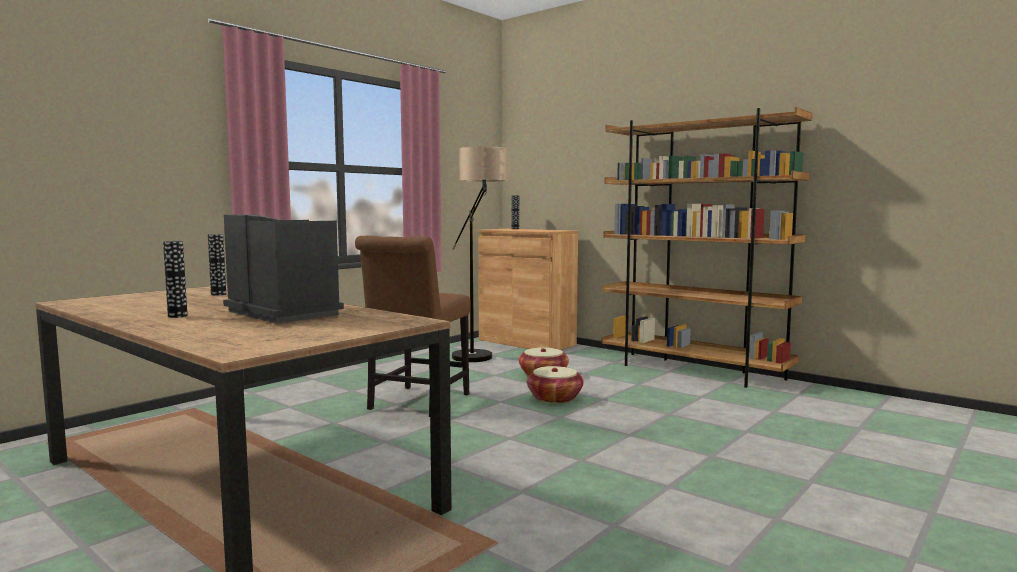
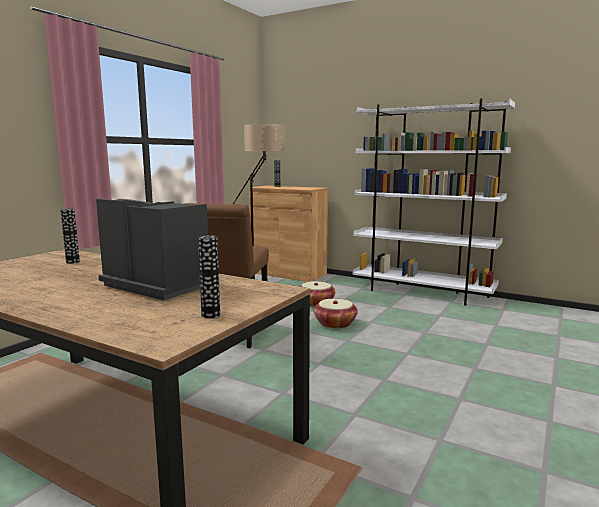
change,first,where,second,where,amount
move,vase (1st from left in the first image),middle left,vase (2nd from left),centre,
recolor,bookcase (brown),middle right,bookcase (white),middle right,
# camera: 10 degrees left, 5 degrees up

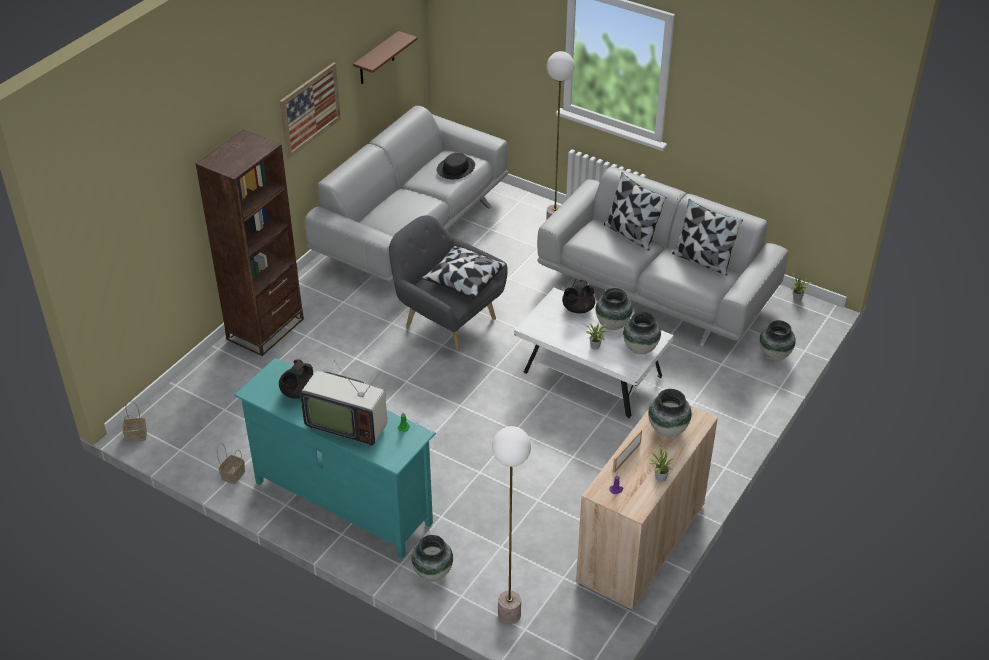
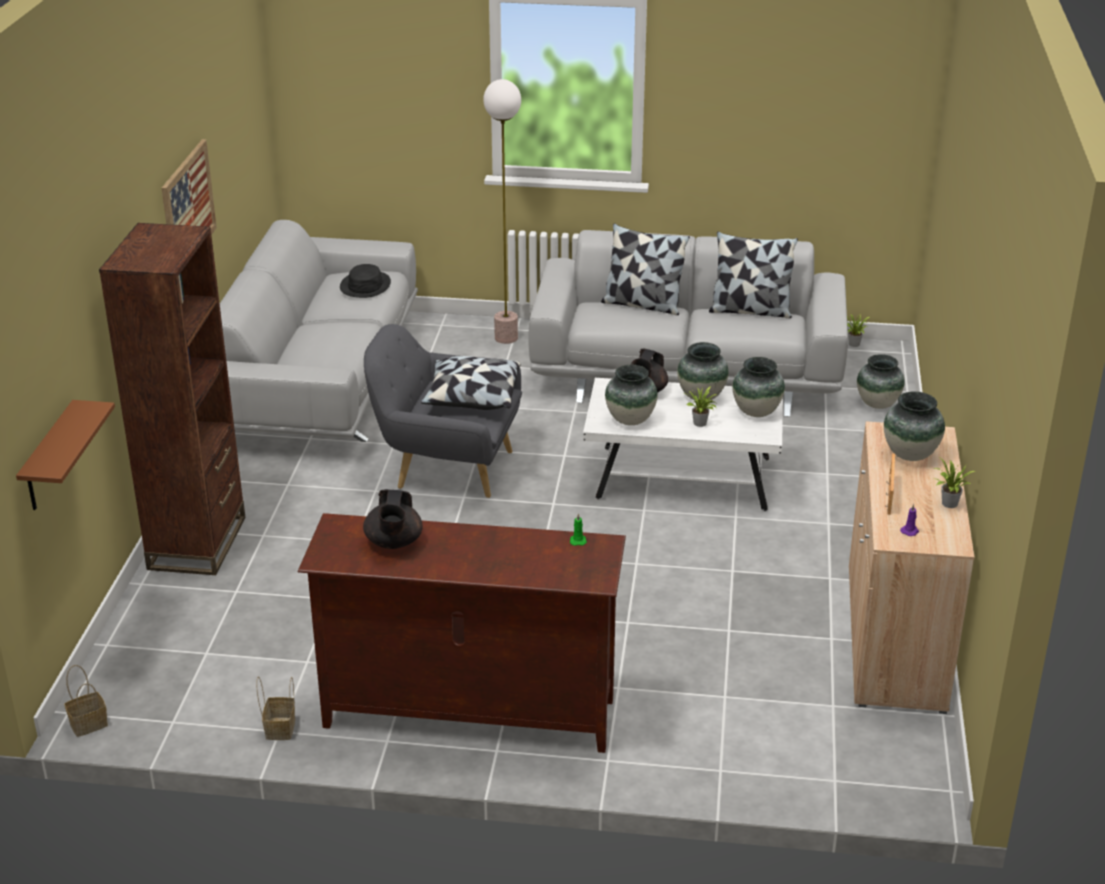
change,first,where,second,where,amount
delete,television,centre,,,
delete,floor lamp (1st from left),bottom centre,,,
move,shelf (brown),top centre,,middle left,
move,vase (1st from left),bottom centre,,centre,
recolor,tv stand (turquoise),bottom centre,tv stand (brown),bottom centre,
# camera: 25 degrees left, 10 degrees down

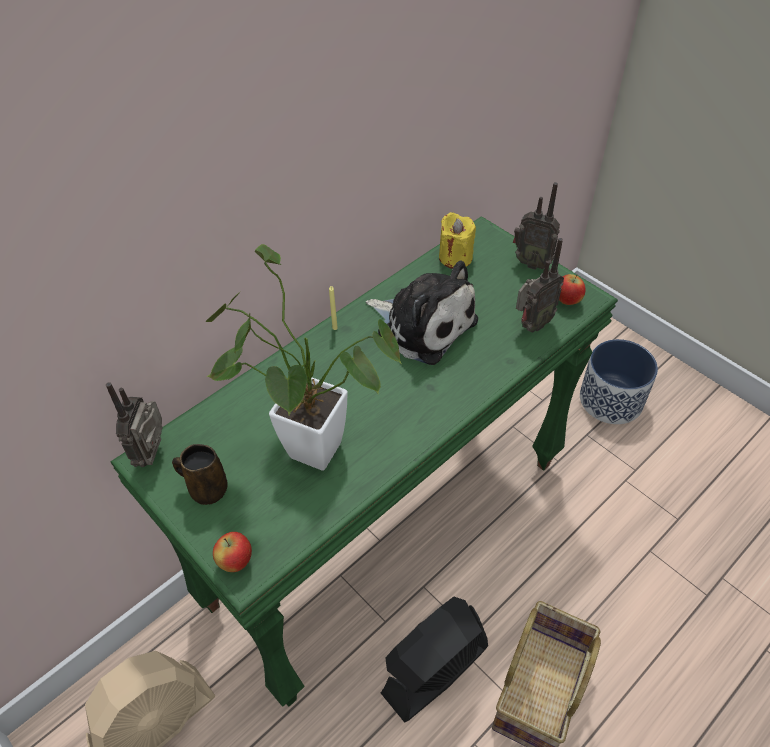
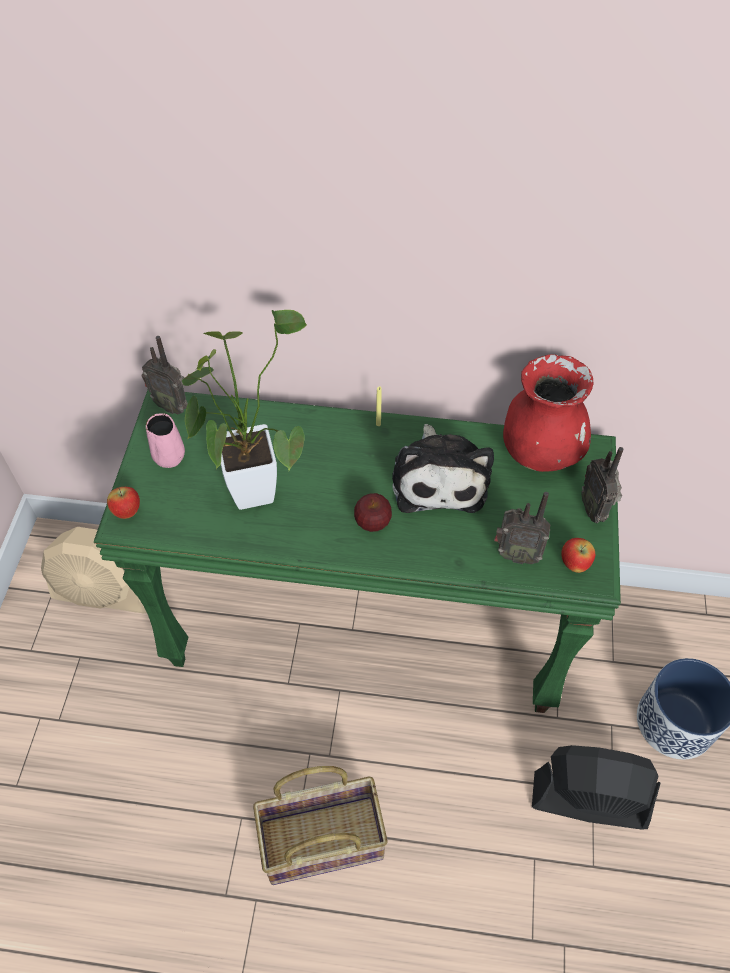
change,first,where,second,where,amount
insert,,,apple (2nd from left),centre,
move,fan (black),bottom centre,,bottom right,
replace,candle (yellow) (2nd from left),top centre,vase (red),middle right,
recolor,mug (brown),middle left,mug (pink),middle left,
rotate,radio (1st from left),middle left,,middle left,120 degrees counterclockwise
# camera: 50 degrees right, 5 degrees up

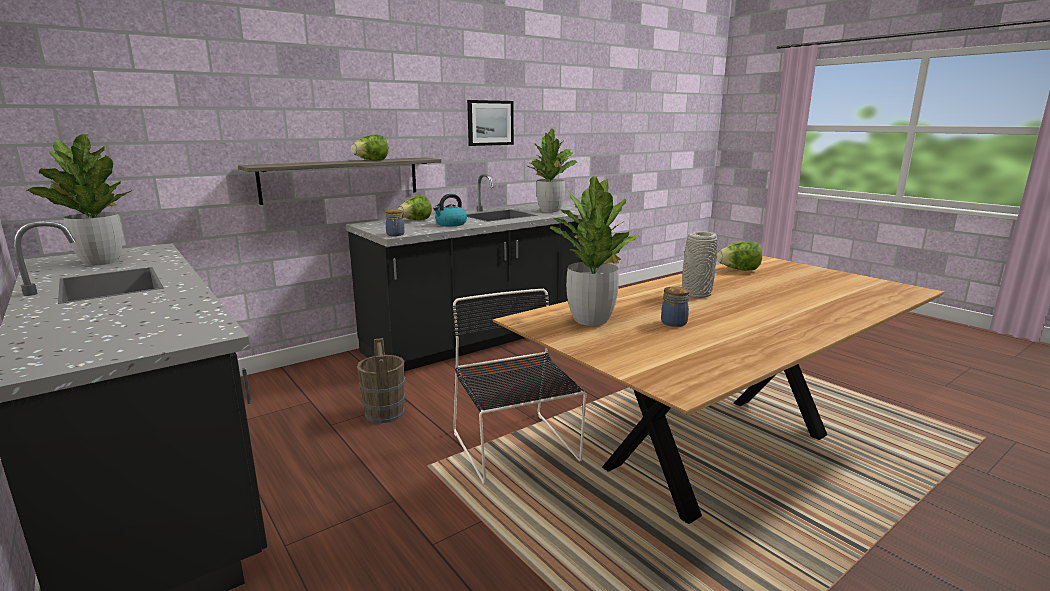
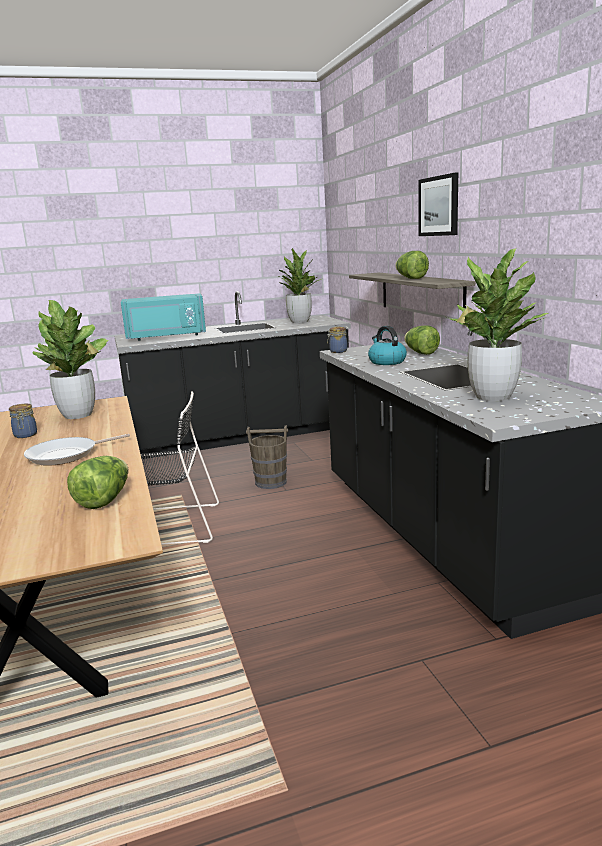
change,first,where,second,where,amount
insert,,,microwave (turquoise),middle left,
move,picture,top centre,,top right,
replace,vase (grey),middle right,frying pan,middle left,
# camera: 110 degrees right, 0 degrees up

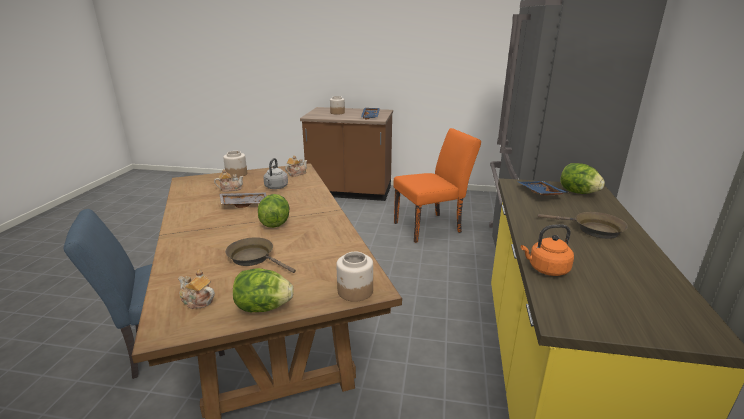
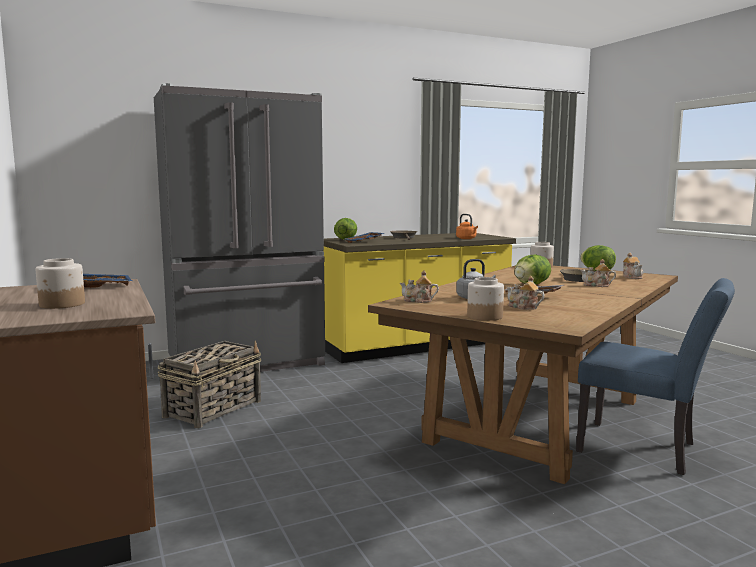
change,first,where,second,where,amount
insert,,,teapot (3rd from left),middle right,
replace,chair (orange),centre,basket,bottom left,
# camera: 125 degrees left, 15 degrees down

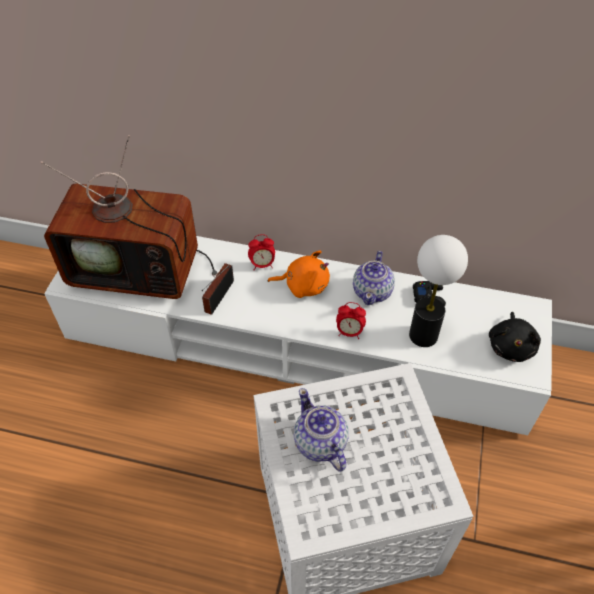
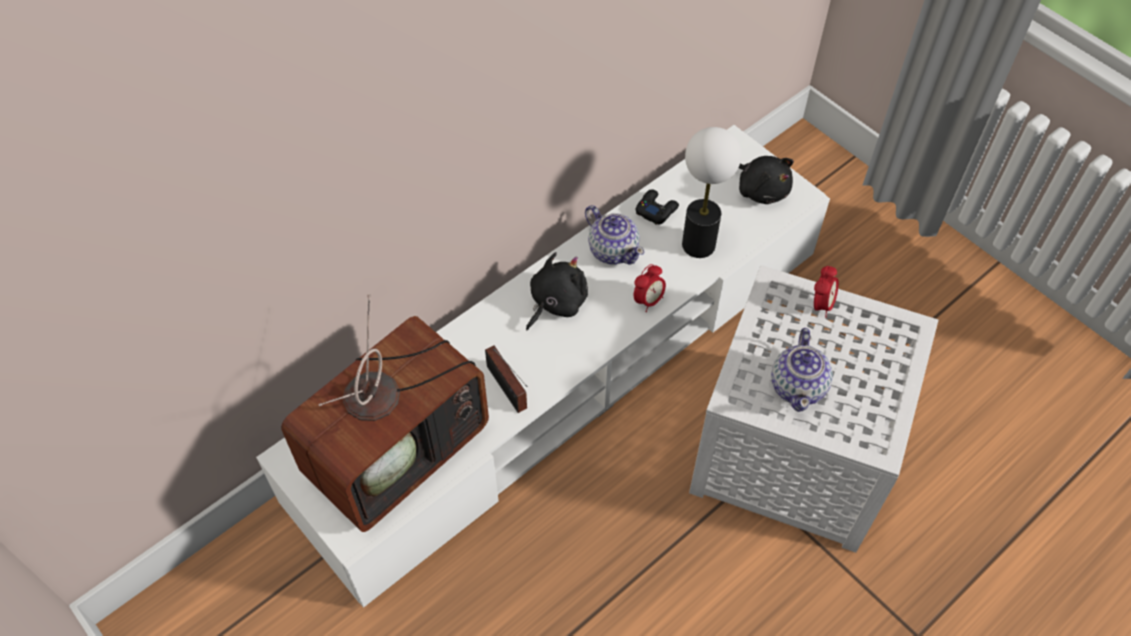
change,first,where,second,where,amount
move,alarm clock (1st from left in the first image),centre,alarm clock (2nd from left),middle right,
recolor,plush toy (orange),centre,plush toy (black) (1st from left),centre,
rotate,teapot (1st from left in the first image),bottom centre,teapot (2nd from left),middle right,90 degrees counterclockwise
# camera: 55 degrees left, 5 degrees up

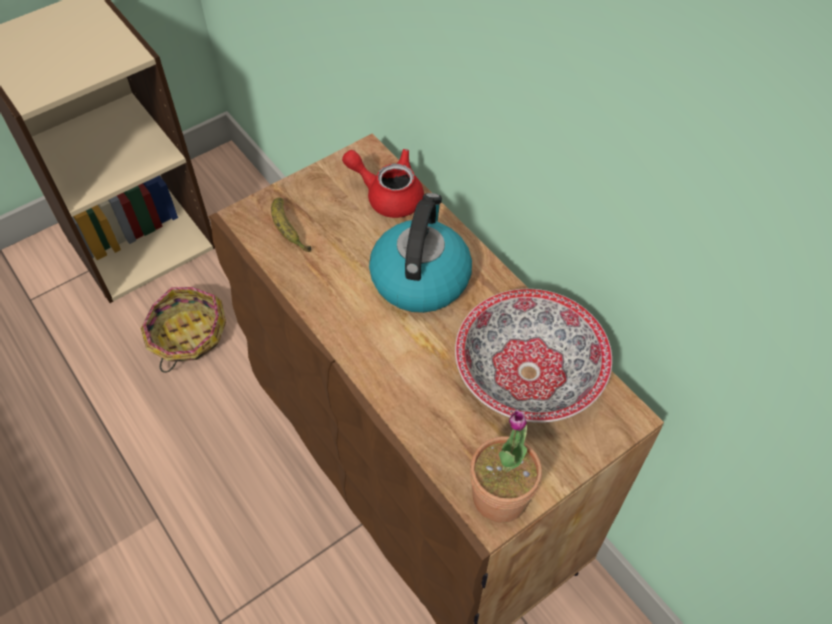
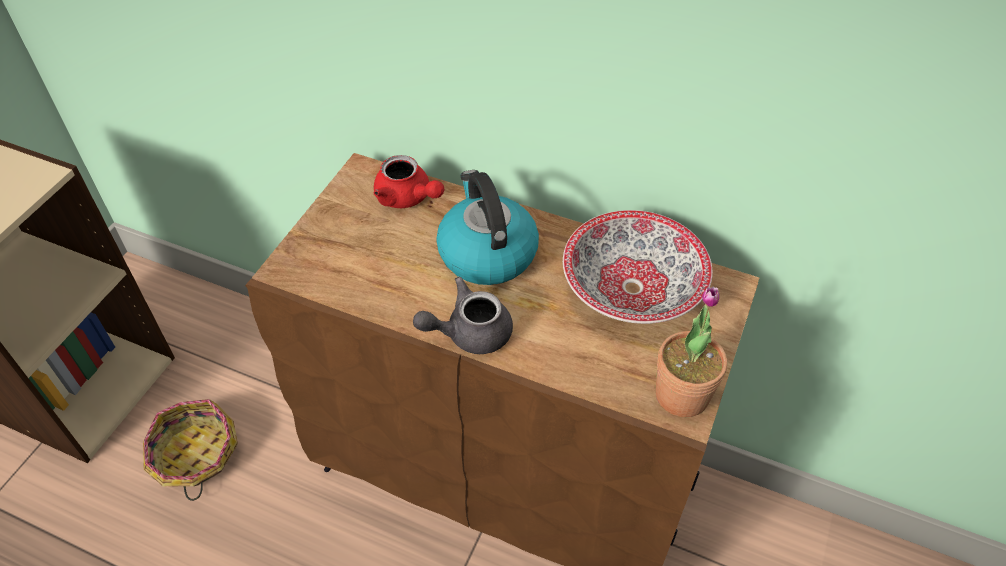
change,first,where,second,where,amount
delete,banana,centre,,,
insert,,,teapot (grey),centre,
rotate,teapot (red),top centre,,top centre,135 degrees counterclockwise
# camera: 30 degrees left, 5 degrees down

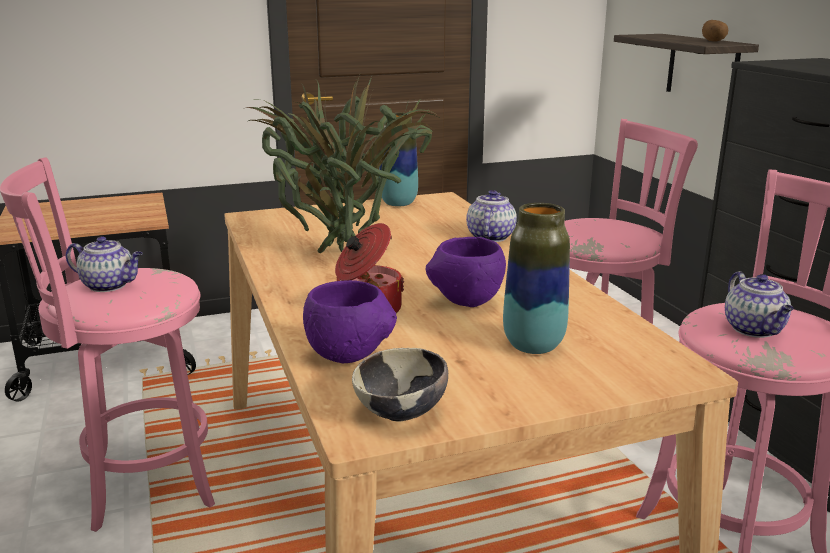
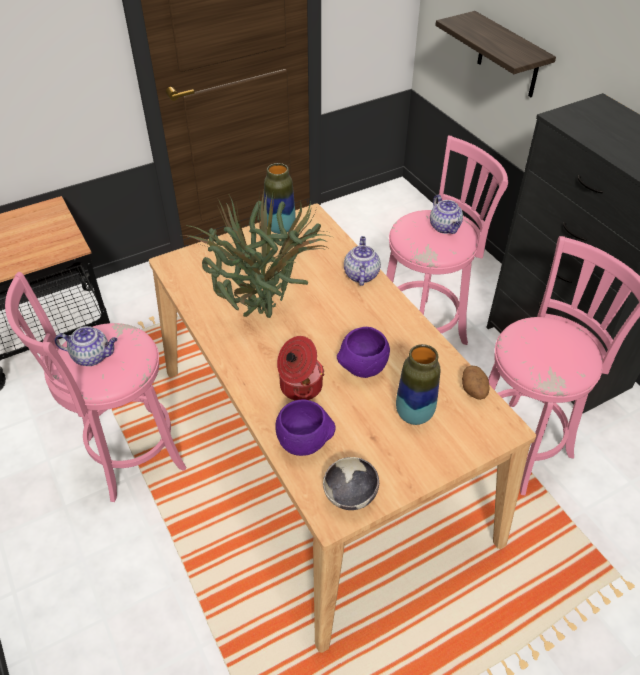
change,first,where,second,where,amount
move,potato,top right,,middle right,
move,teapot (3rd from left),middle right,,top right,
# camera: 10 degrees left, 25 degrees up

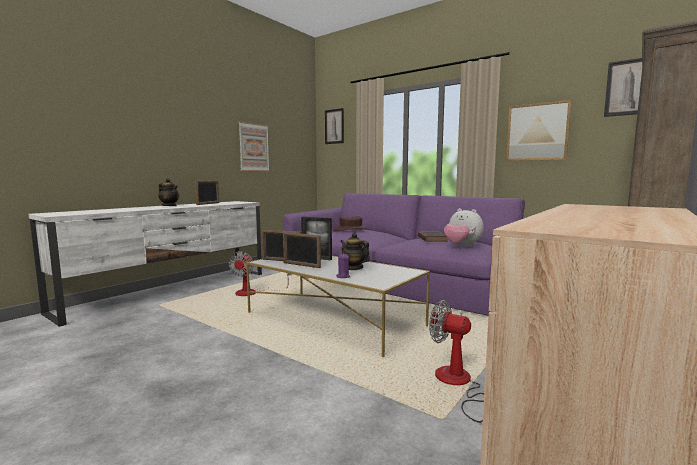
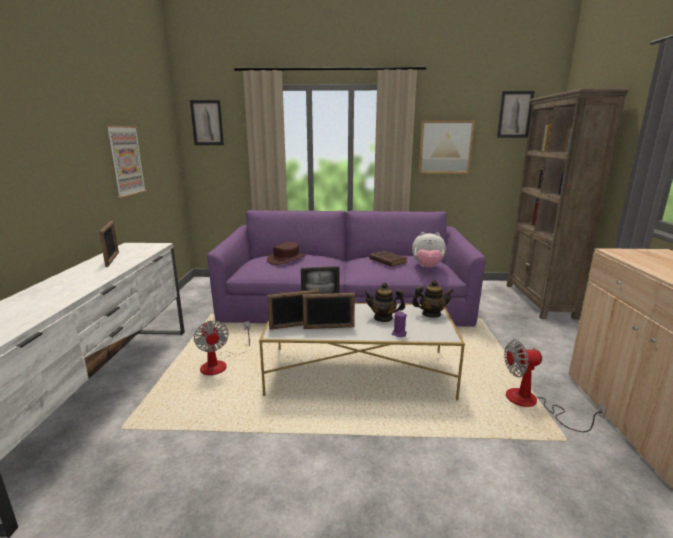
change,first,where,second,where,amount
move,teapot (1st from left in the first image),middle left,teapot (2nd from left),centre,
# camera: 35 degrees left, 10 degrees up

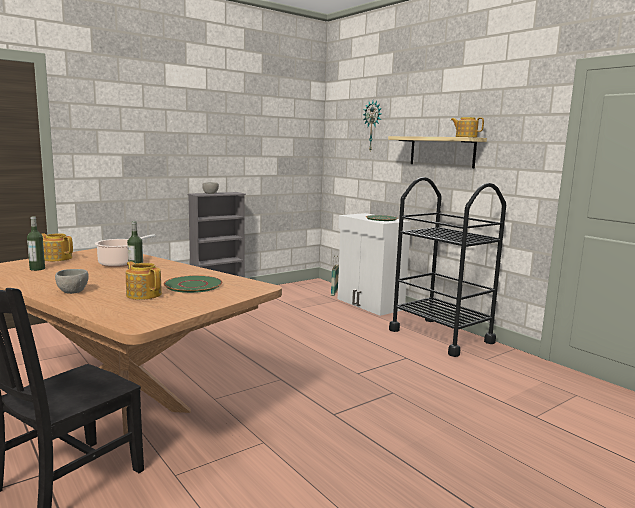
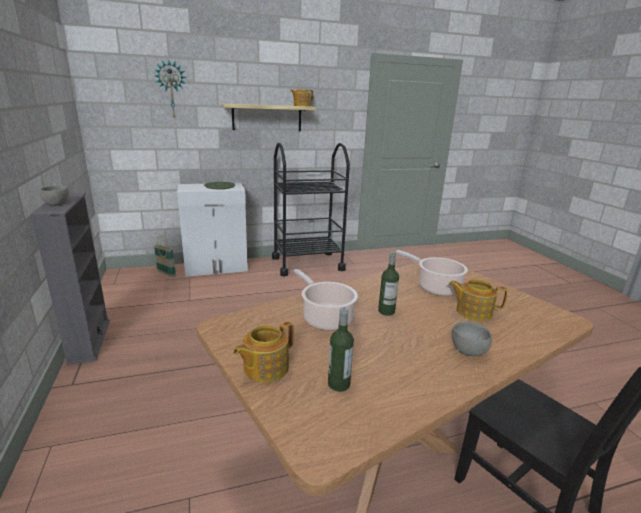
change,first,where,second,where,amount
replace,plate (green) (1st from left),middle left,cooking pot (2nd from left),middle right,
rotate,teapot (2nd from left in the first image),middle left,teapot (3rd from left),middle right,45 degrees clockwise
# camera: 70 degrees left, 10 degrees up

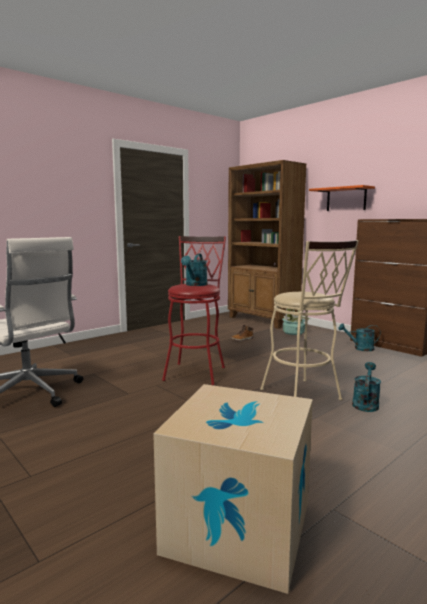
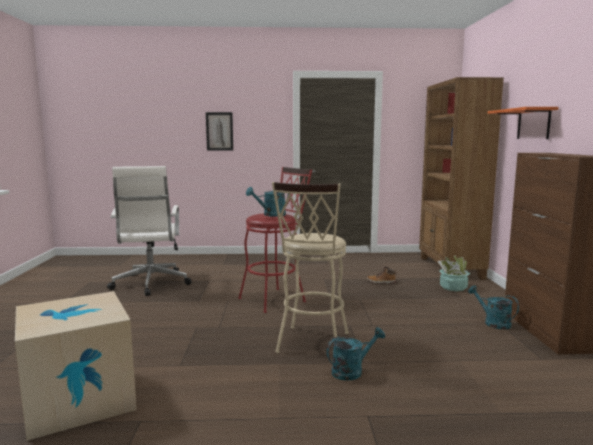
change,first,where,second,where,amount
insert,,,picture,top centre,
# camera: 40 degrees right, 0 degrees up

